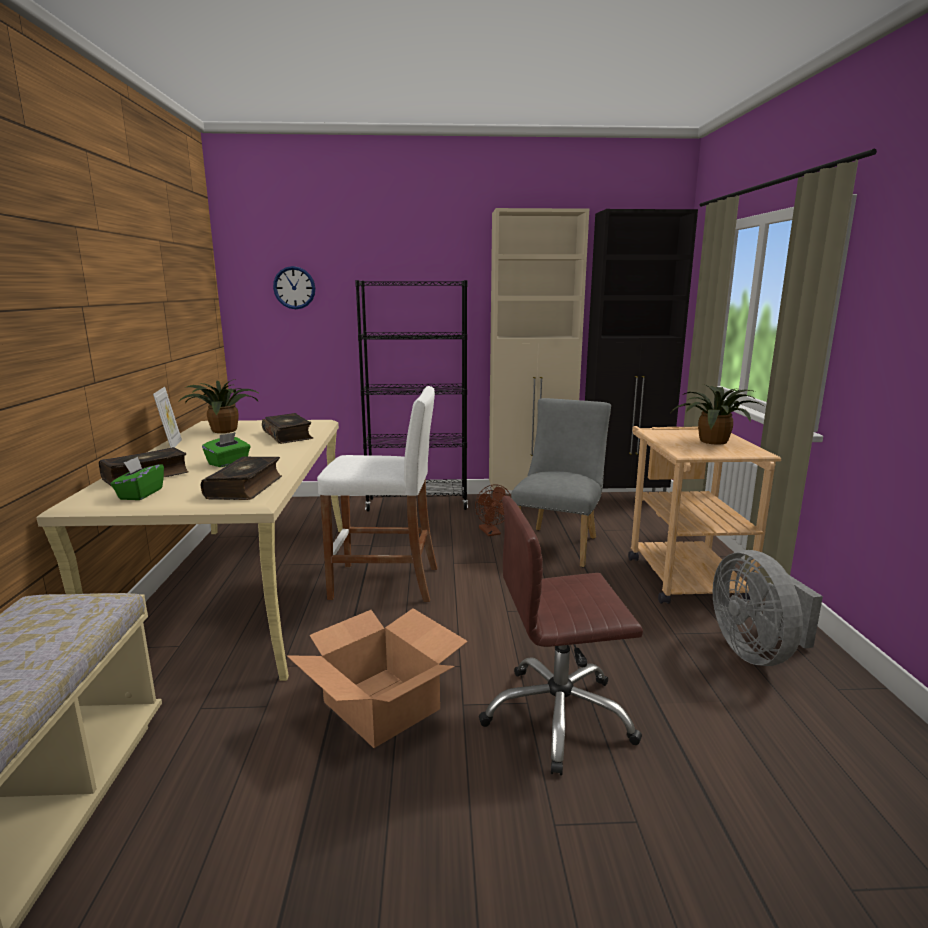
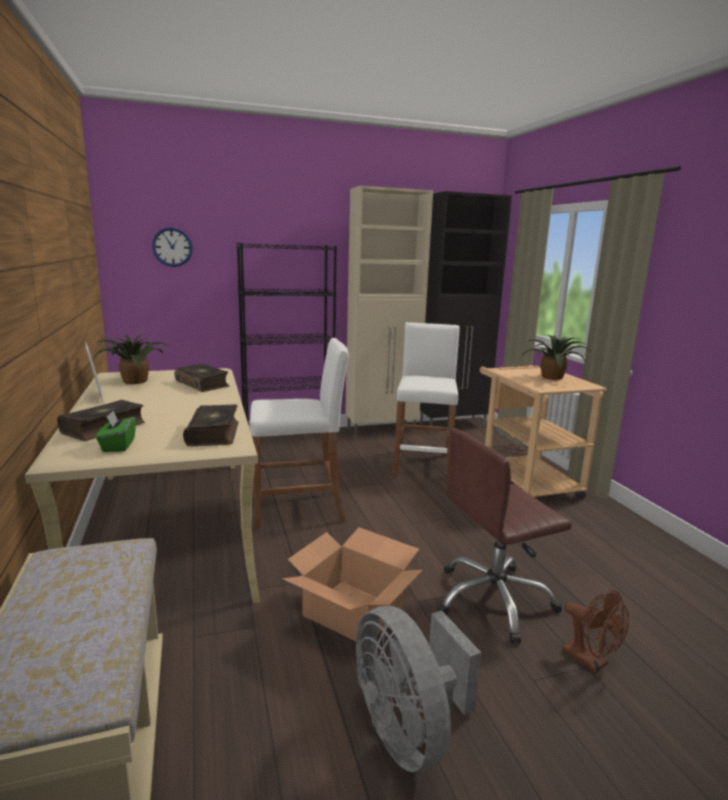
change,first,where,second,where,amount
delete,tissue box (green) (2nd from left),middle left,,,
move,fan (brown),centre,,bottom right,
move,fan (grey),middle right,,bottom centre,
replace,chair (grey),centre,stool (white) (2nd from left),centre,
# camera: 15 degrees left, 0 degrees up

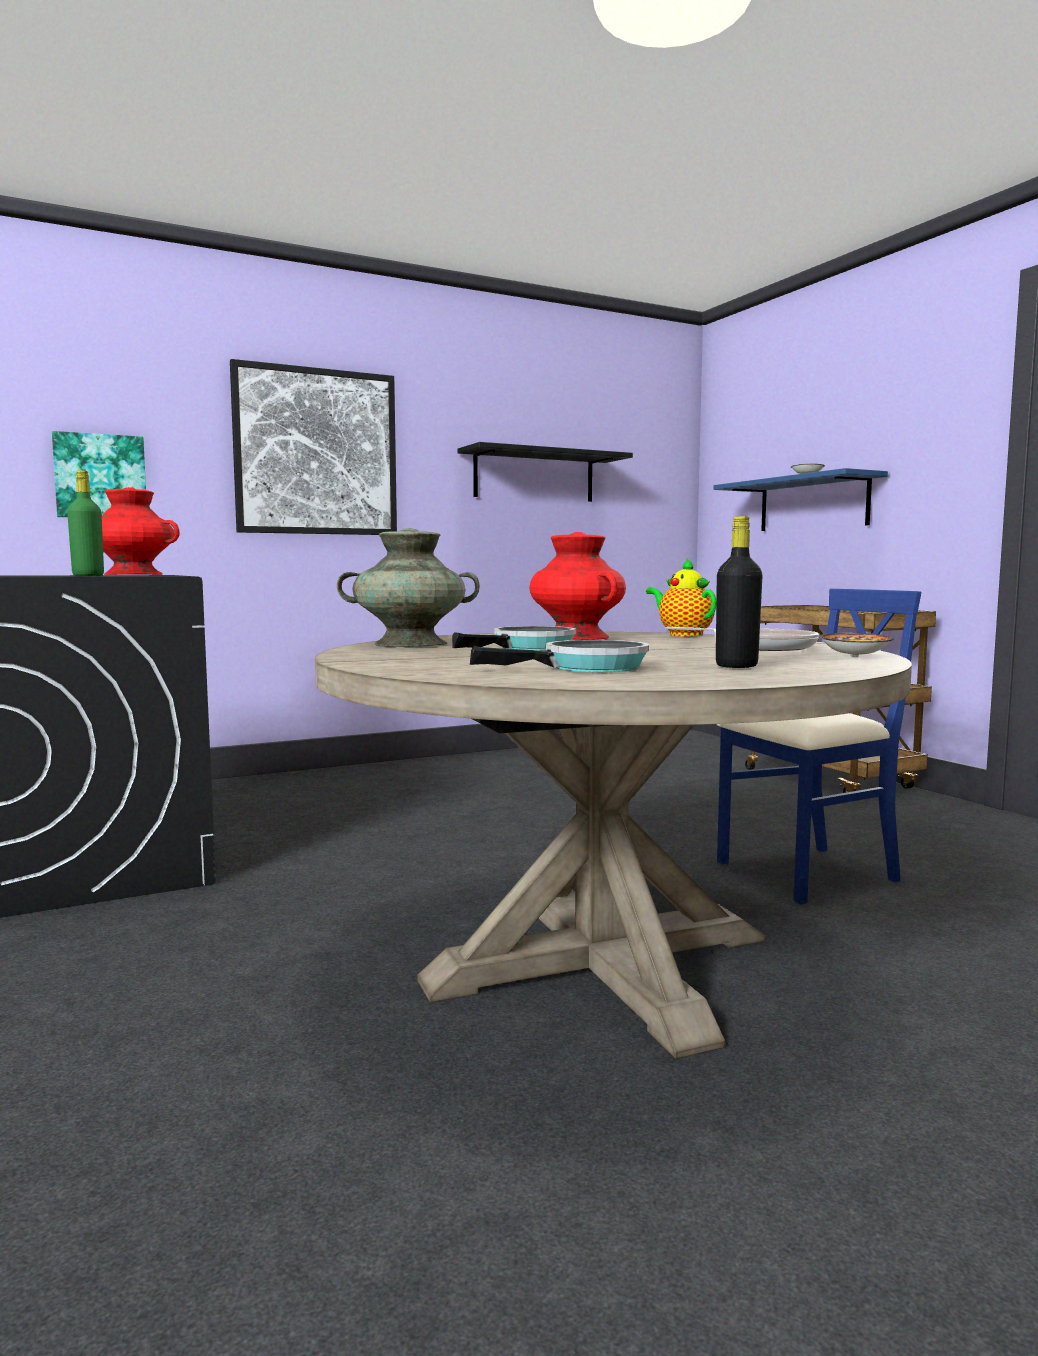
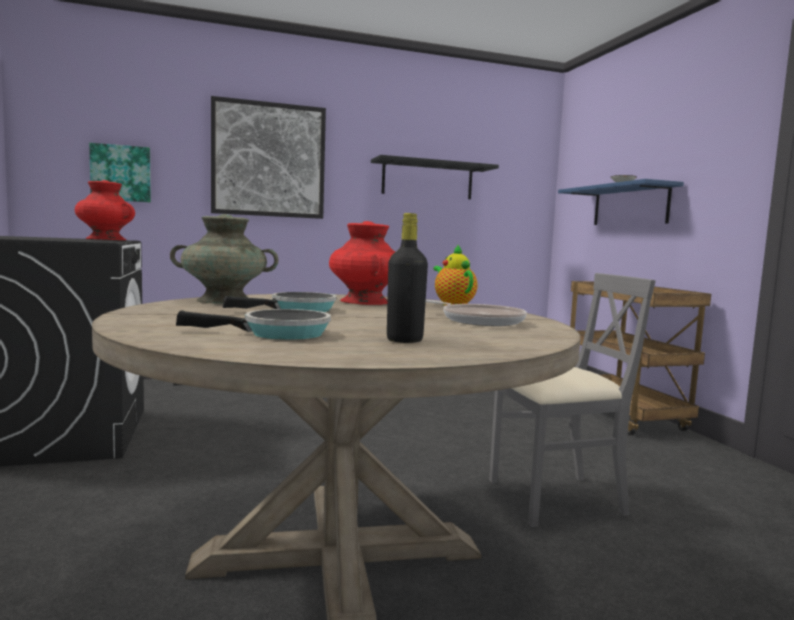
change,first,where,second,where,amount
delete,bottle (green),middle left,,,
delete,bowl (2nd from left),middle right,,,
recolor,chair (blue),middle right,chair (grey),middle right,
# camera: 10 degrees right, 0 degrees up

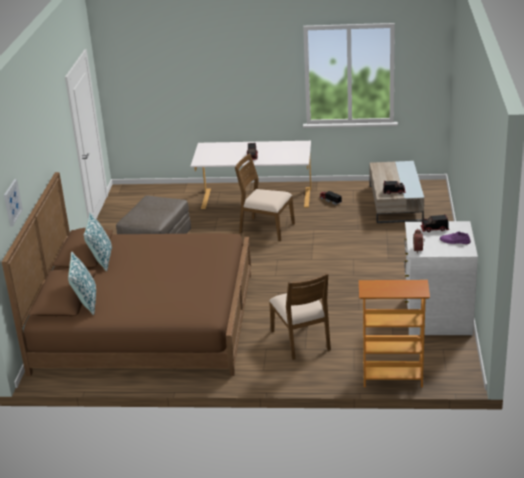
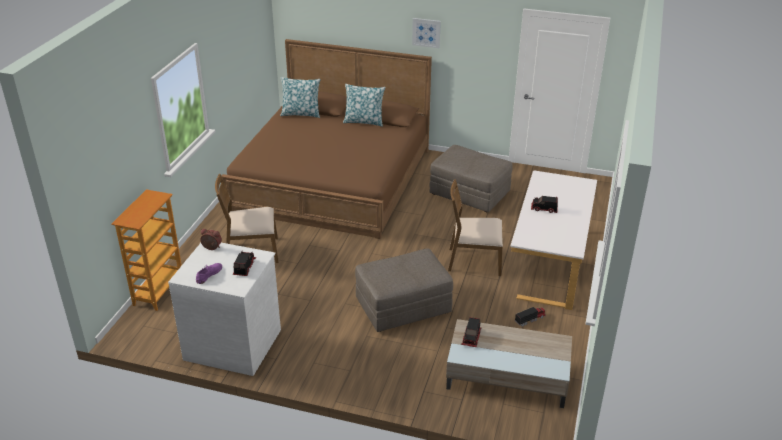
change,first,where,second,where,amount
insert,,,ottoman (grey) (1st from left),centre,
move,picture,middle left,,top centre,
rotate,chair (brown) (1st from left in the first image),centre,chair (brown) (2nd from left),centre,120 degrees counterclockwise
# camera: 100 degrees right, 5 degrees up

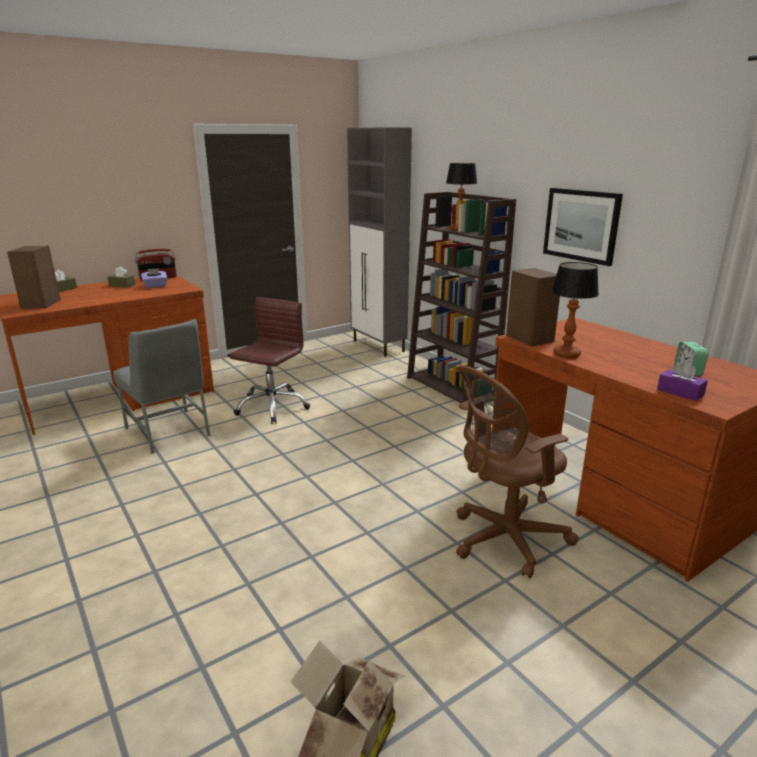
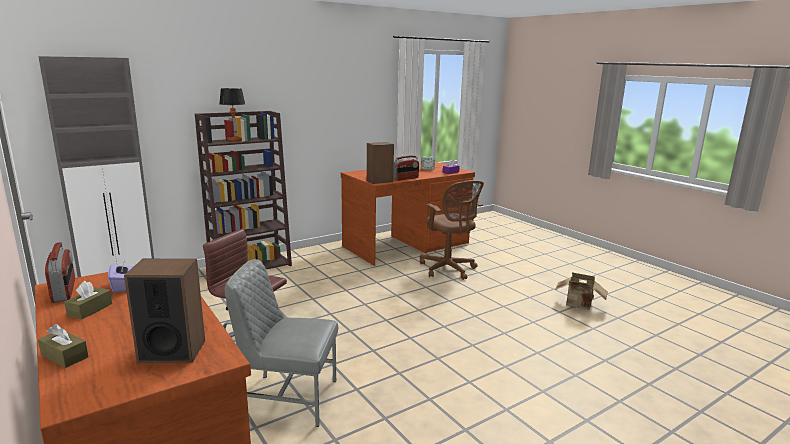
change,first,where,second,where,amount
delete,picture,top right,,,
replace,table lamp (2nd from left),middle right,radio (2nd from left),centre,
rotate,chair (grey),middle left,,bottom centre,135 degrees counterclockwise
# camera: 90 degrees left, 5 degrees down

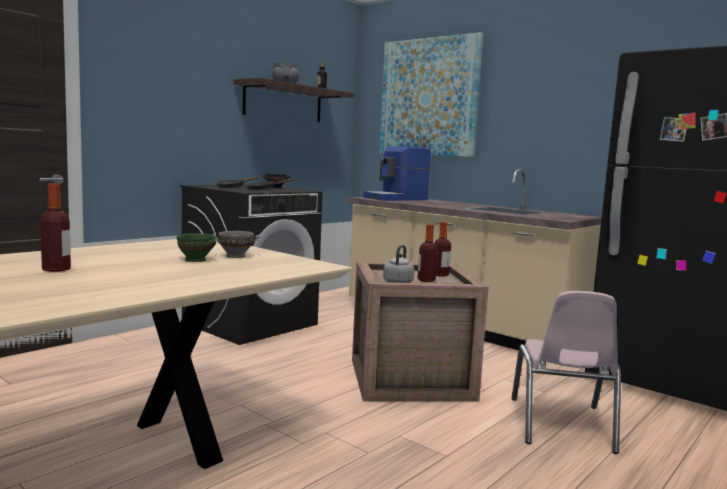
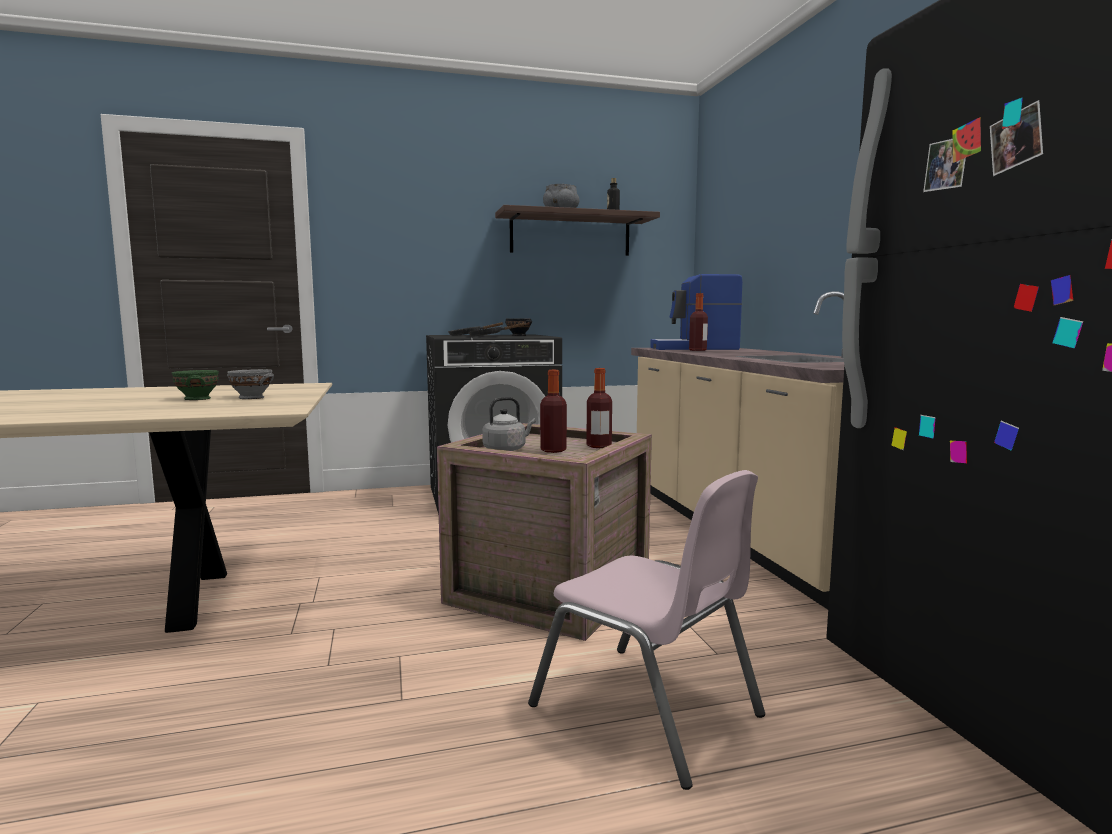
change,first,where,second,where,amount
delete,picture,top centre,,,
move,bottle (1st from left in the first image),middle left,bottle (4th from left),centre,
rotate,chair (pink),bottom right,,bottom centre,90 degrees counterclockwise
# camera: 35 degrees right, 0 degrees up

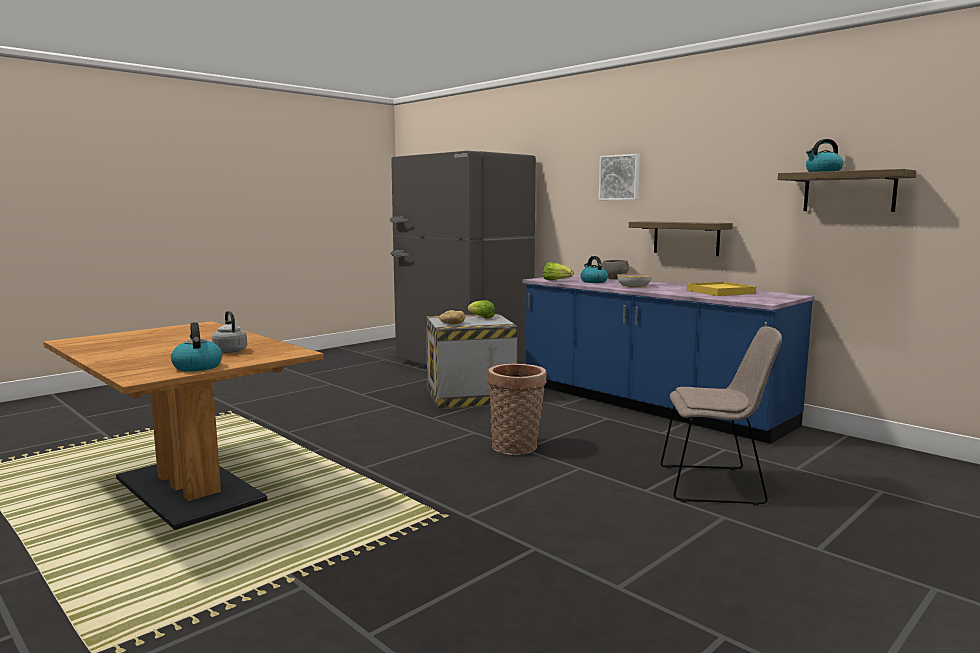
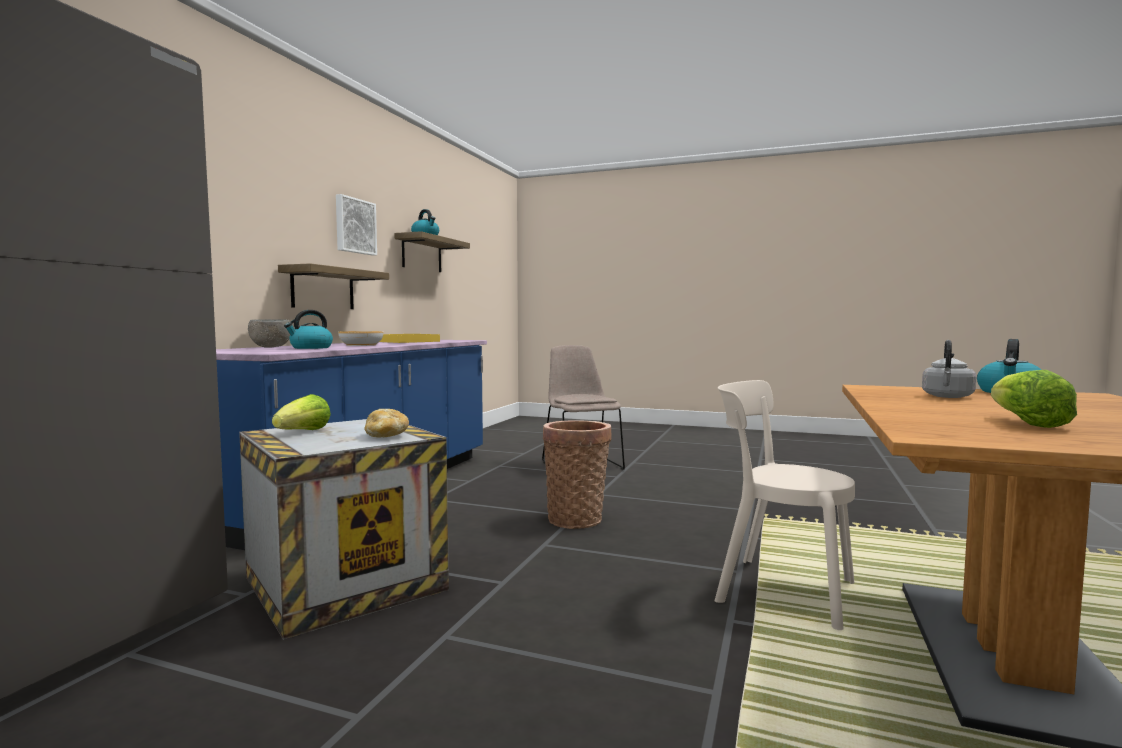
change,first,where,second,where,amount
insert,,,chair (beige) (2nd from left),bottom right,
move,lettuce (2nd from left),centre,,middle right,
move,picture,top centre,,top left,
# camera: 115 degrees left, 5 degrees down

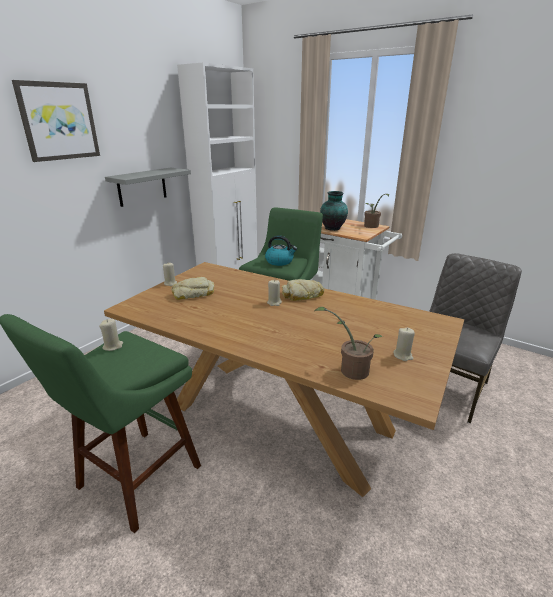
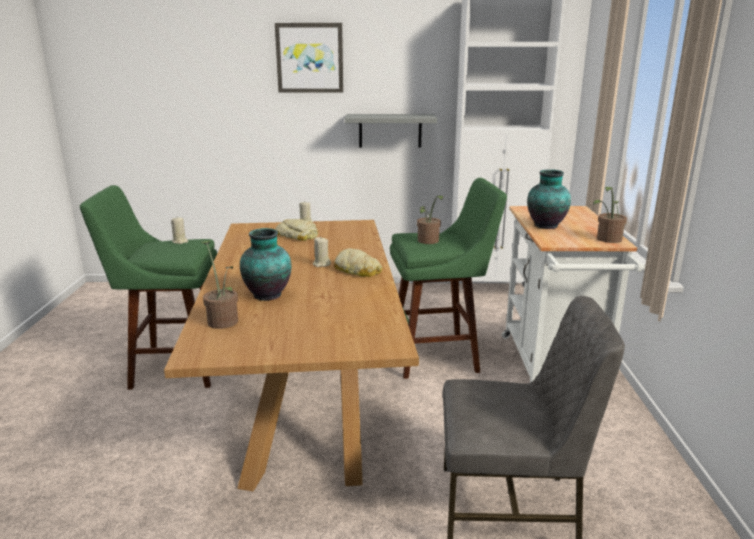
change,first,where,second,where,amount
delete,candle (beige) (4th from left),middle right,,,
insert,,,vase (1st from left),centre,
replace,kettle,centre,potted plant (2nd from left),centre,
# camera: 55 degrees right, 5 degrees down

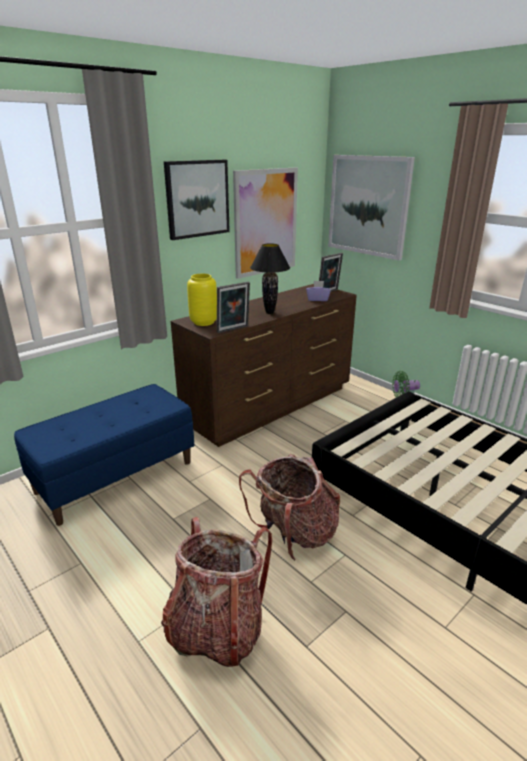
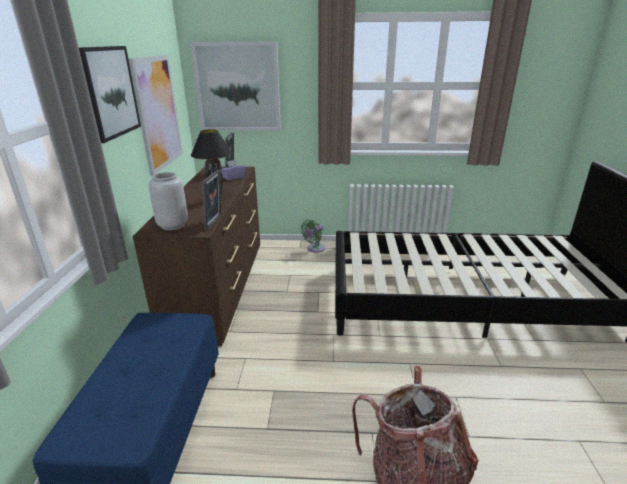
change,first,where,second,where,amount
delete,backpack (2nd from left),centre,,,
recolor,vase (yellow),centre,vase (grey),middle left,
# camera: 45 degrees left, 0 degrees up

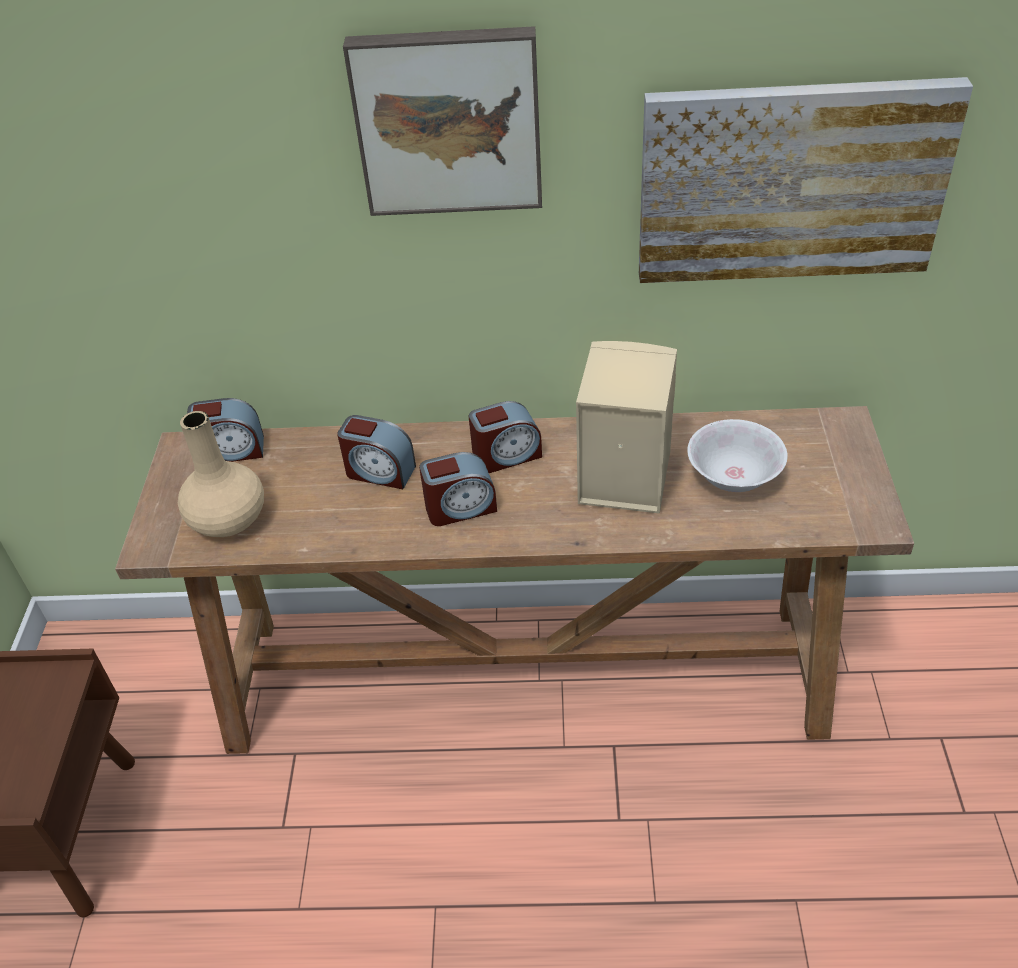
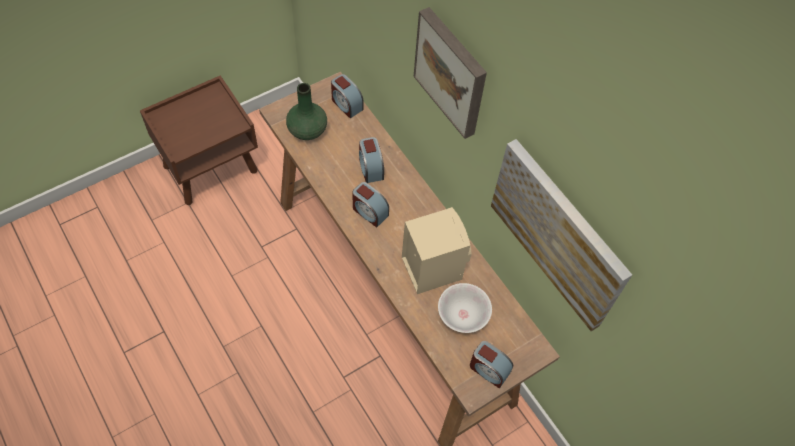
change,first,where,second,where,amount
move,alarm clock (4th from left),centre,,bottom centre,
recolor,vase (beige),middle left,vase (green),top centre,
# camera: 50 degrees right, 15 degrees up

